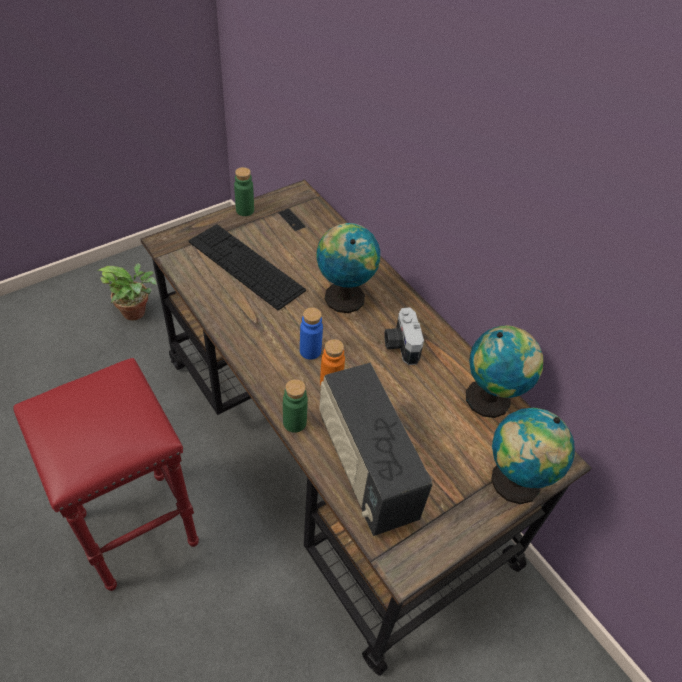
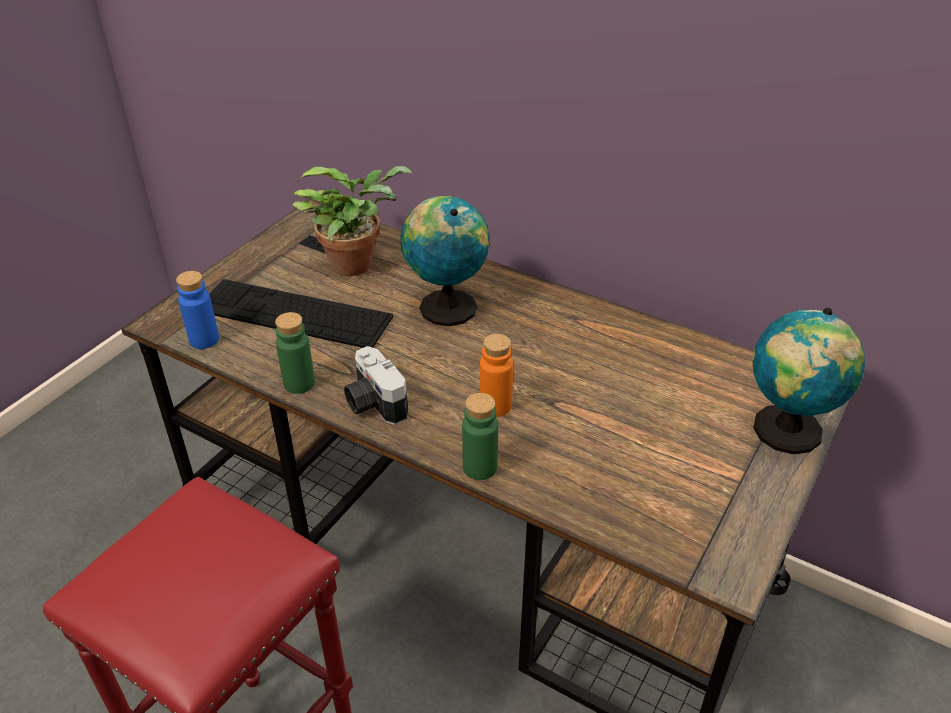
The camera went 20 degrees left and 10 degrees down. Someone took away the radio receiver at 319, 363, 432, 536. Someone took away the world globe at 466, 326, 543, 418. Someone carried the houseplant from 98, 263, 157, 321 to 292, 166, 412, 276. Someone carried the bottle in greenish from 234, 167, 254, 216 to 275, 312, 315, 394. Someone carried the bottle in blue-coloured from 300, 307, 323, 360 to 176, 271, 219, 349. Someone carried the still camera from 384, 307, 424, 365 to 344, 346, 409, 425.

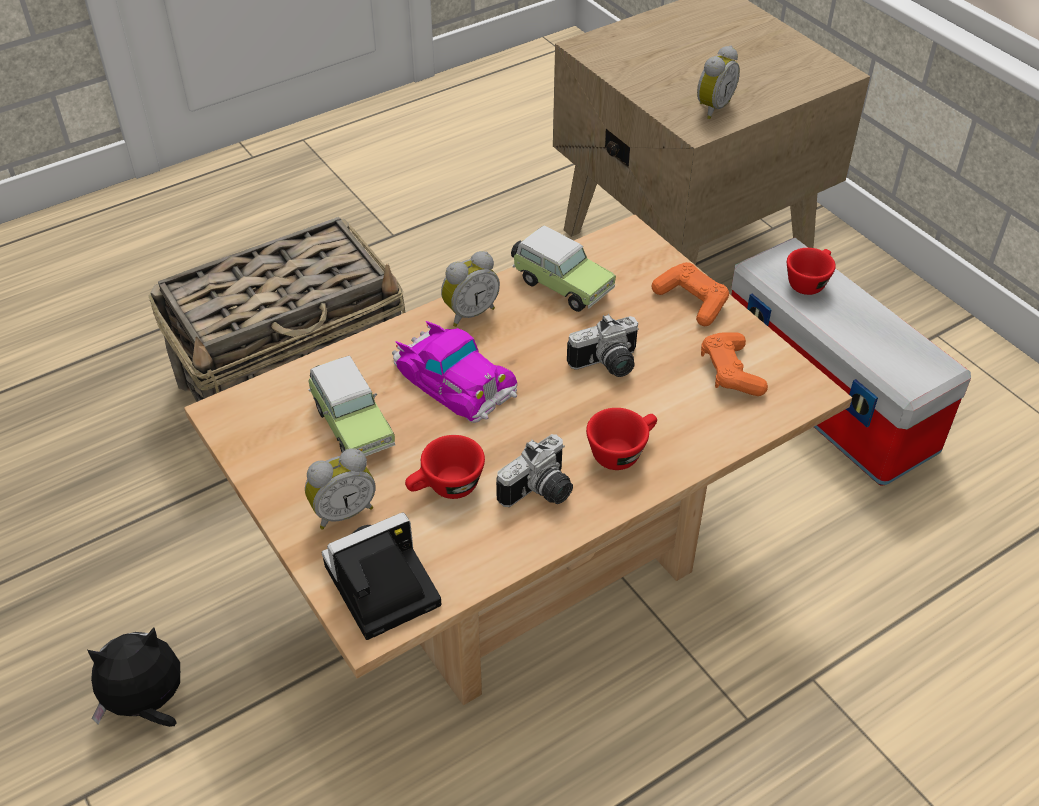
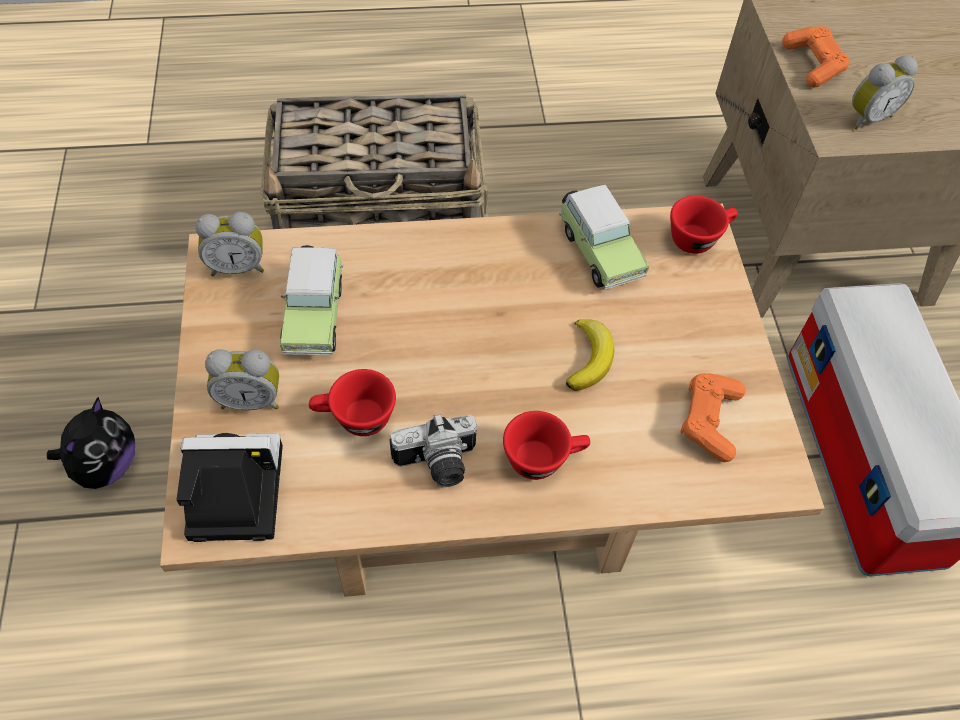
The camera went 25 degrees right and 10 degrees up. Someone took away the miniature car at 392, 321, 517, 423. Someone carried the table clock from 441, 251, 500, 327 to 195, 212, 264, 276. Someone carried the joypad in orangey from 651, 262, 729, 326 to 782, 26, 850, 88. Someone carried the drinking cup in reddish from 787, 248, 836, 295 to 670, 195, 738, 254. Someone swapped the still camera at 567, 314, 639, 377 for the banana at 566, 319, 614, 391. Someone rotated the cuddly toy at 87, 627, 180, 727 by 105 degrees clockwise.

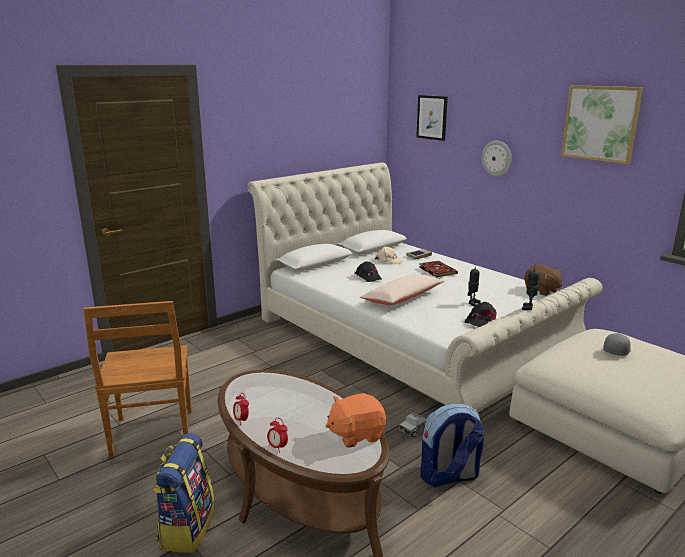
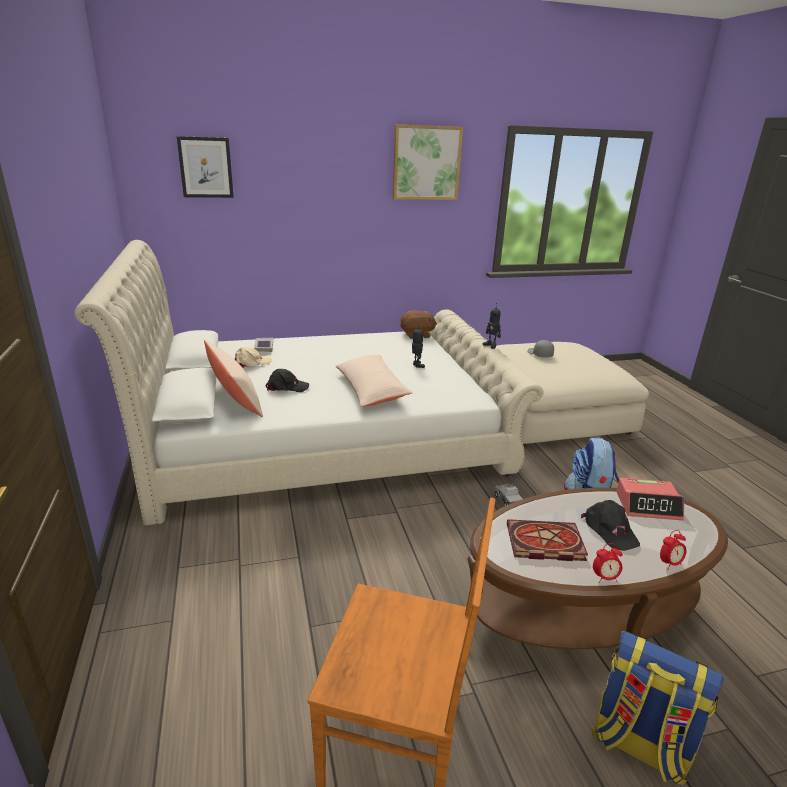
The camera went 65 degrees left and 5 degrees up. Someone took away the wall clock at 482, 141, 512, 177. Someone put down the throw pillow in sand-coloured at 204, 340, 263, 417. Someone carried the volume from 419, 261, 458, 277 to 507, 519, 588, 561. Someone carried the cap in black from 464, 302, 496, 327 to 581, 500, 640, 551. Someone swapped the cuddly toy in orangey at 326, 393, 386, 448 for the table clock at 616, 478, 684, 520.

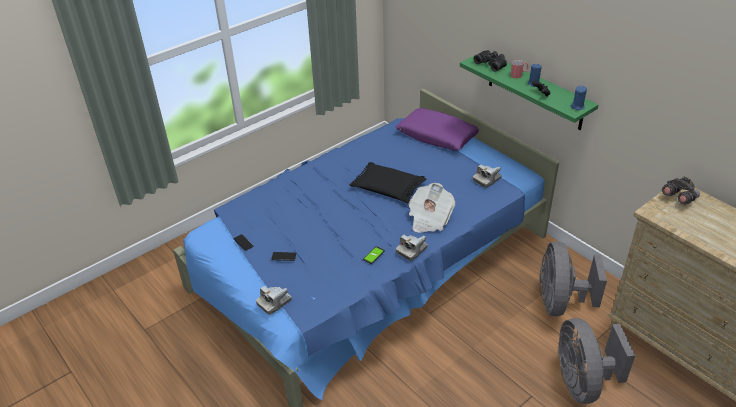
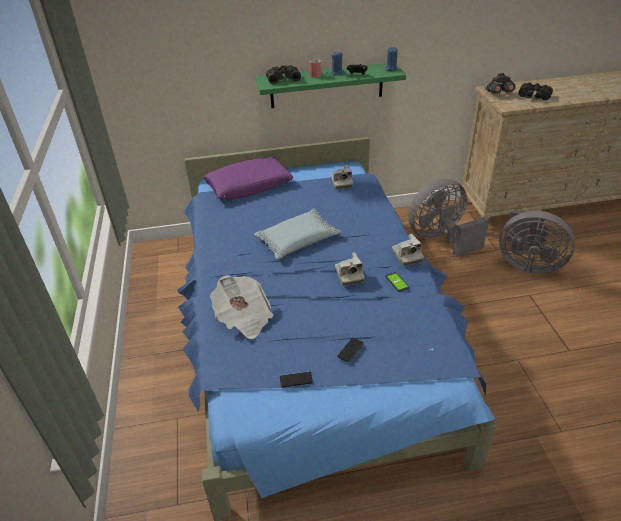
The camera went 60 degrees left and 0 degrees up. Someone put down the pair of binoculars in black at 518, 83, 553, 100. Someone carried the still camera from 256, 286, 292, 315 to 335, 252, 365, 286. Someone carried the newspaper from 409, 183, 455, 233 to 210, 275, 273, 339. Someone repainted the throw pillow in black at 349, 162, 426, 203, which became the throw pillow in blue-coloured at 254, 208, 341, 259. Someone rotated the electric fan in grey at 539, 242, 607, 316 by 120 degrees clockwise.

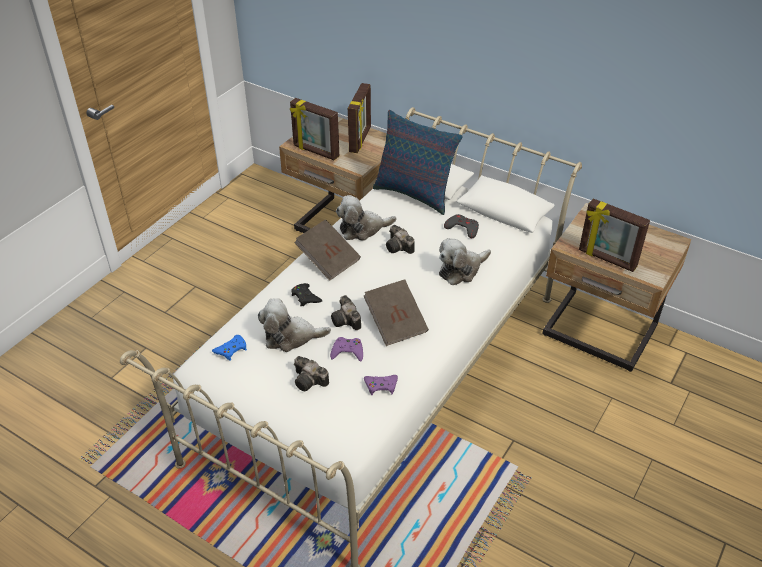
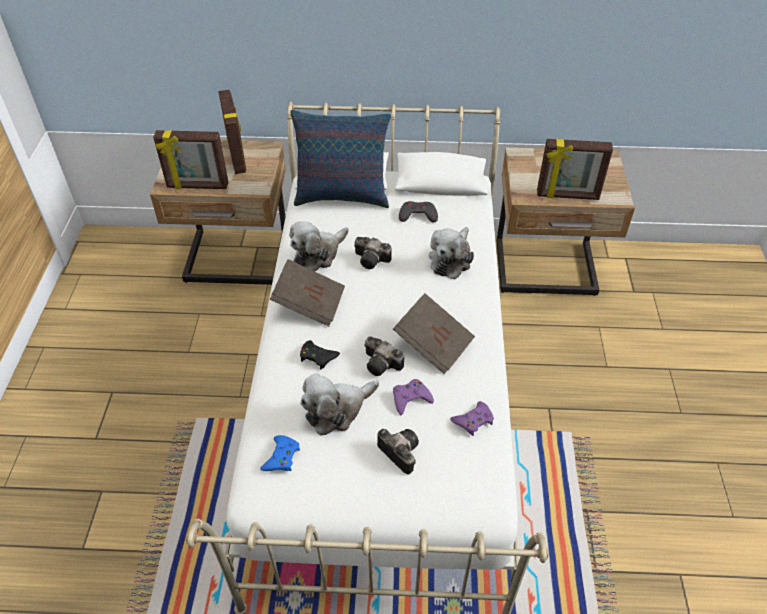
The camera went 30 degrees left and 5 degrees up. Someone rotated the still camera at 294, 356, 329, 391 by 135 degrees counterclockwise.

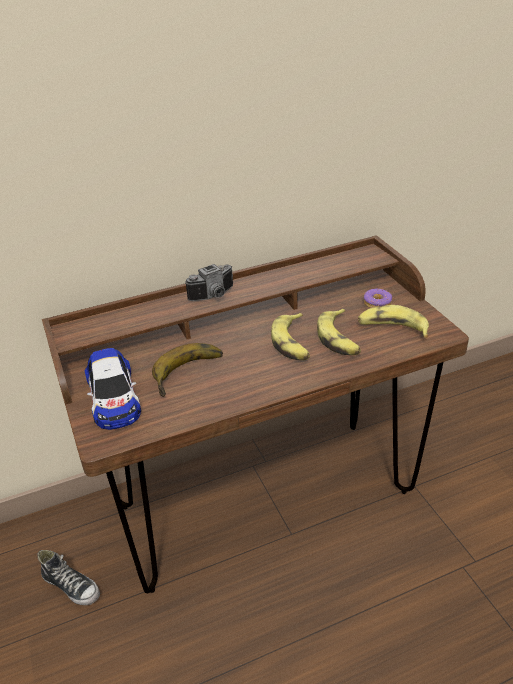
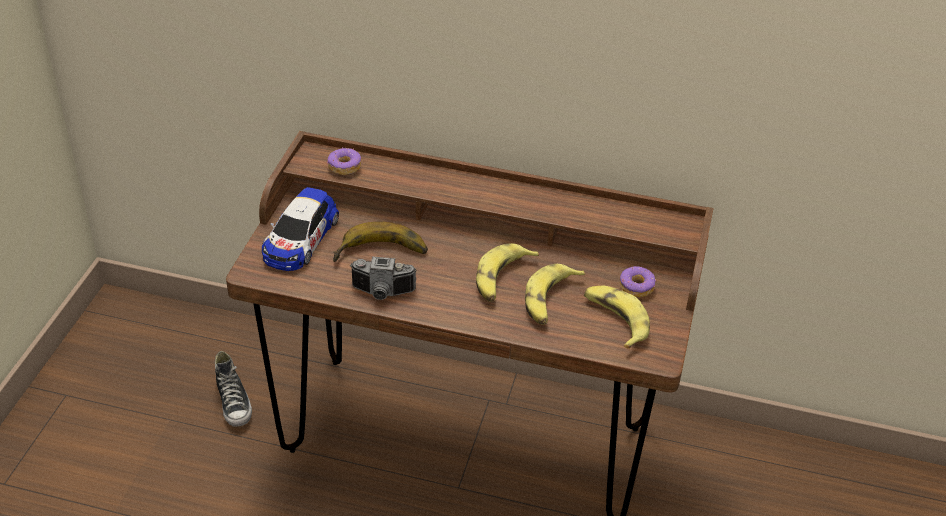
The camera went 35 degrees right and 5 degrees up. Someone put down the doughnut at 327, 147, 361, 175. Someone carried the still camera from 185, 264, 233, 301 to 350, 257, 417, 300.

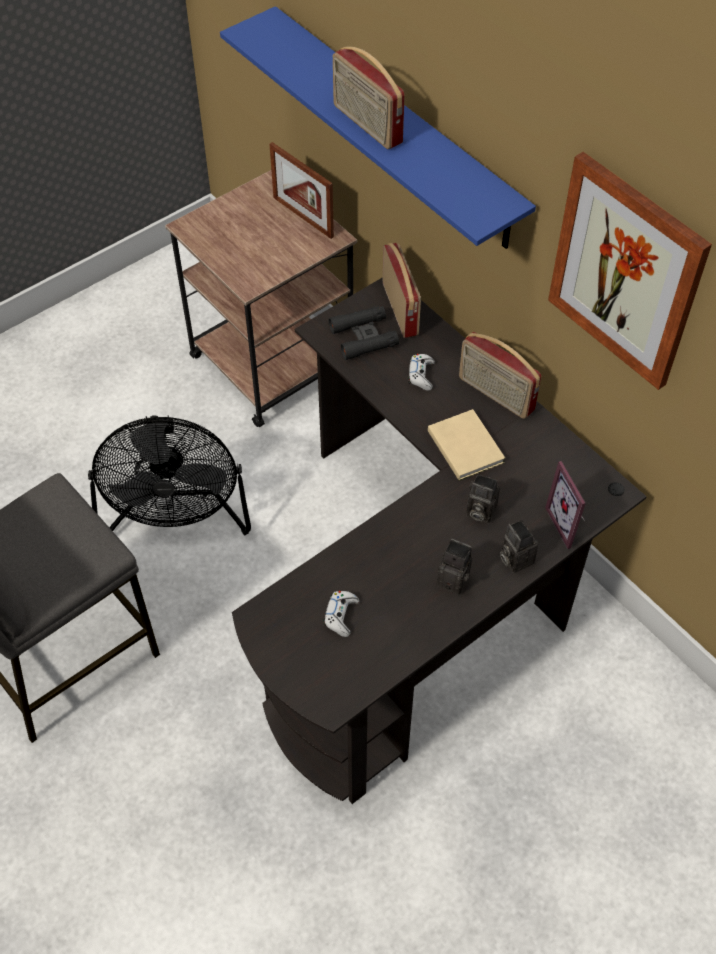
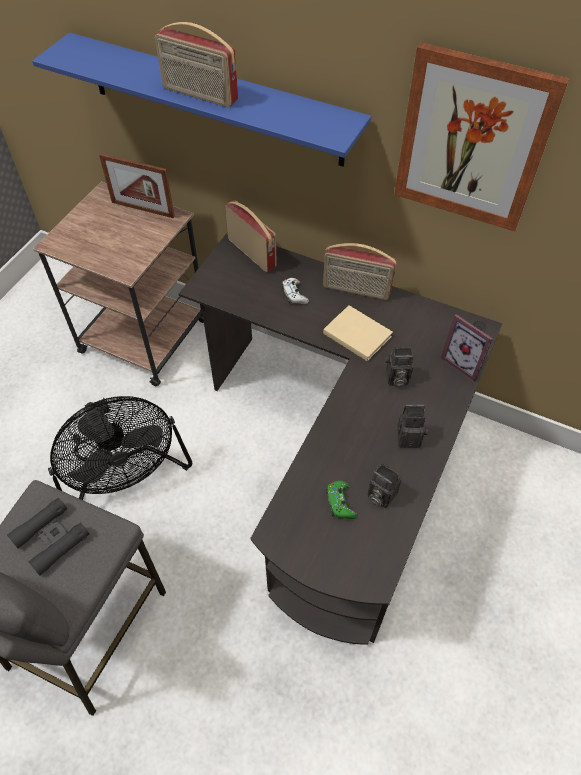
The camera went 25 degrees left and 0 degrees up. Someone carried the pair of binoculars in black from 329, 305, 399, 360 to 7, 497, 90, 576. Someone carried the still camera from 500, 520, 538, 573 to 368, 463, 402, 509. Someone repainted the joypad in whitish at 323, 591, 359, 637, which became the joypad in greenish at 326, 481, 357, 519.

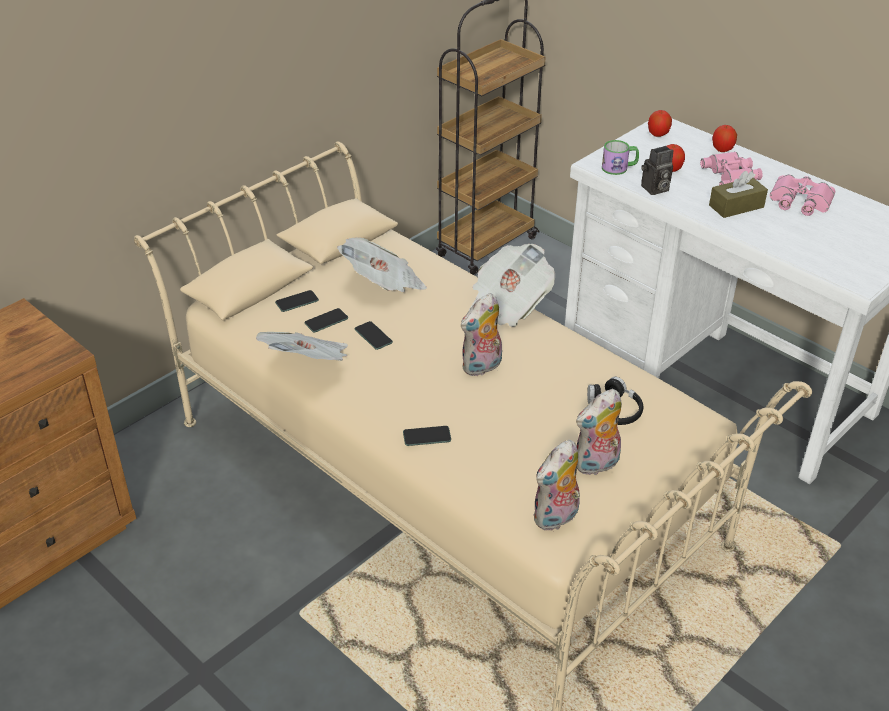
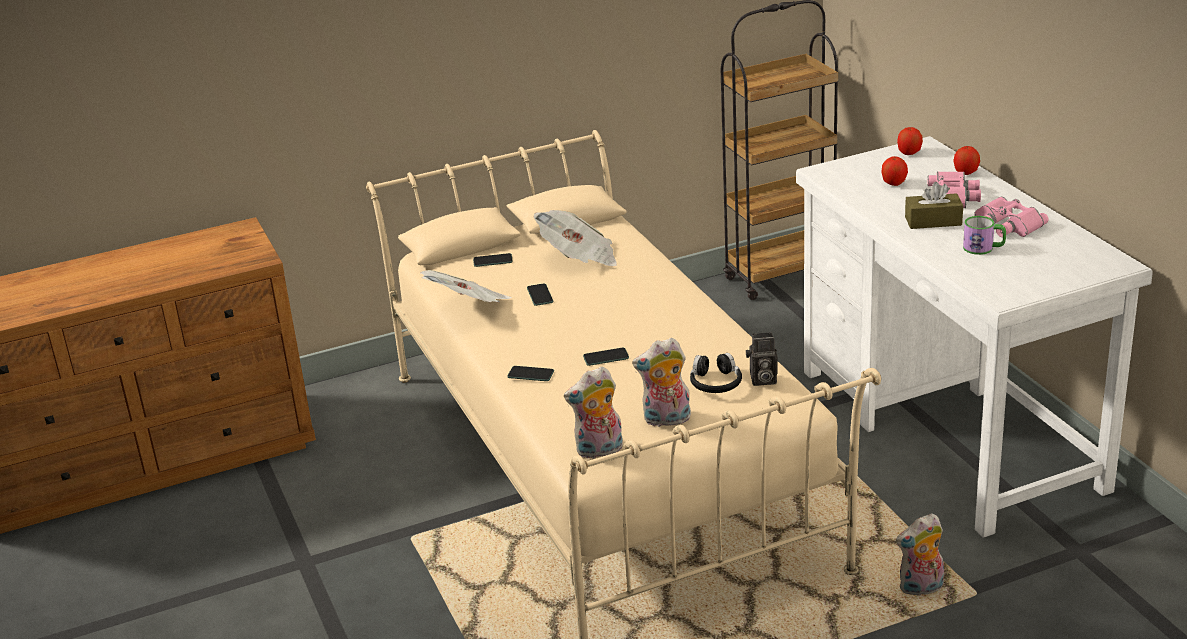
The camera went 25 degrees right and 10 degrees down. Someone took away the newspaper at 468, 244, 555, 327. Someone carried the telephone from 304, 308, 348, 332 to 583, 348, 629, 366. Someone carried the cuddly toy from 461, 293, 502, 376 to 896, 513, 944, 596. Someone carried the tea mug from 602, 140, 639, 175 to 963, 216, 1006, 255. Someone carried the still camera from 641, 146, 673, 195 to 746, 332, 778, 386.

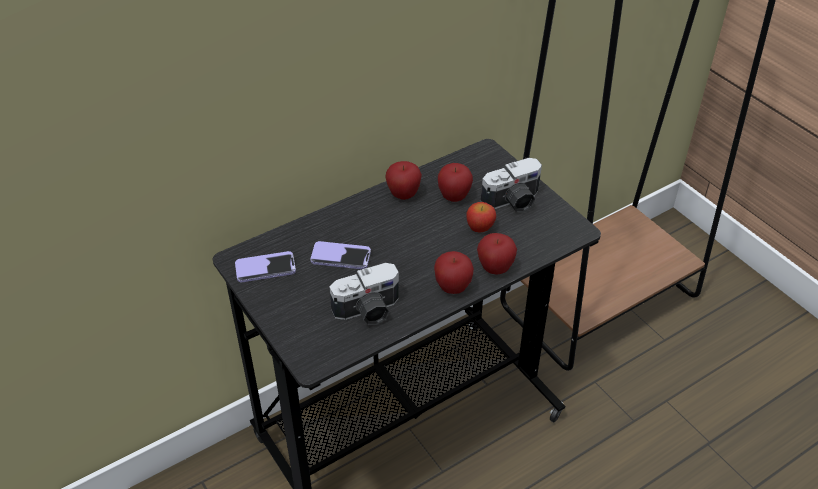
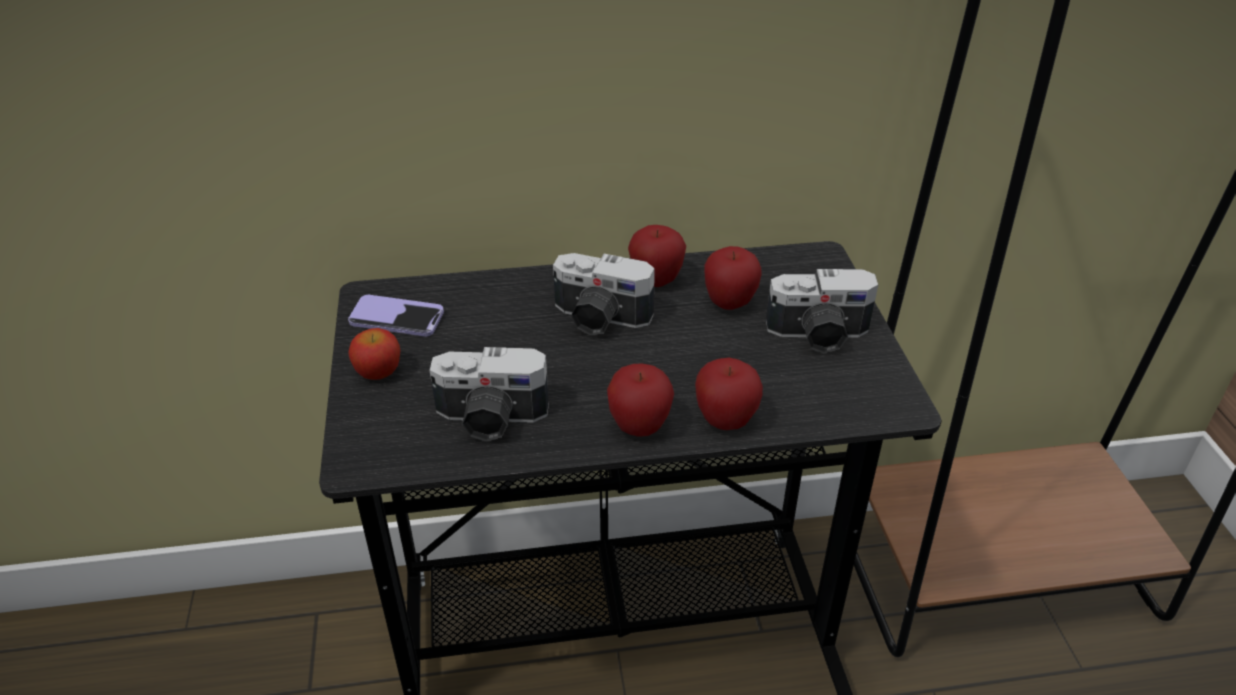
The camera went 25 degrees right and 5 degrees down. Someone took away the telephone at 310, 241, 371, 269. Someone put down the still camera at 553, 253, 655, 335. Someone carried the apple from 466, 202, 496, 233 to 348, 328, 400, 380.

